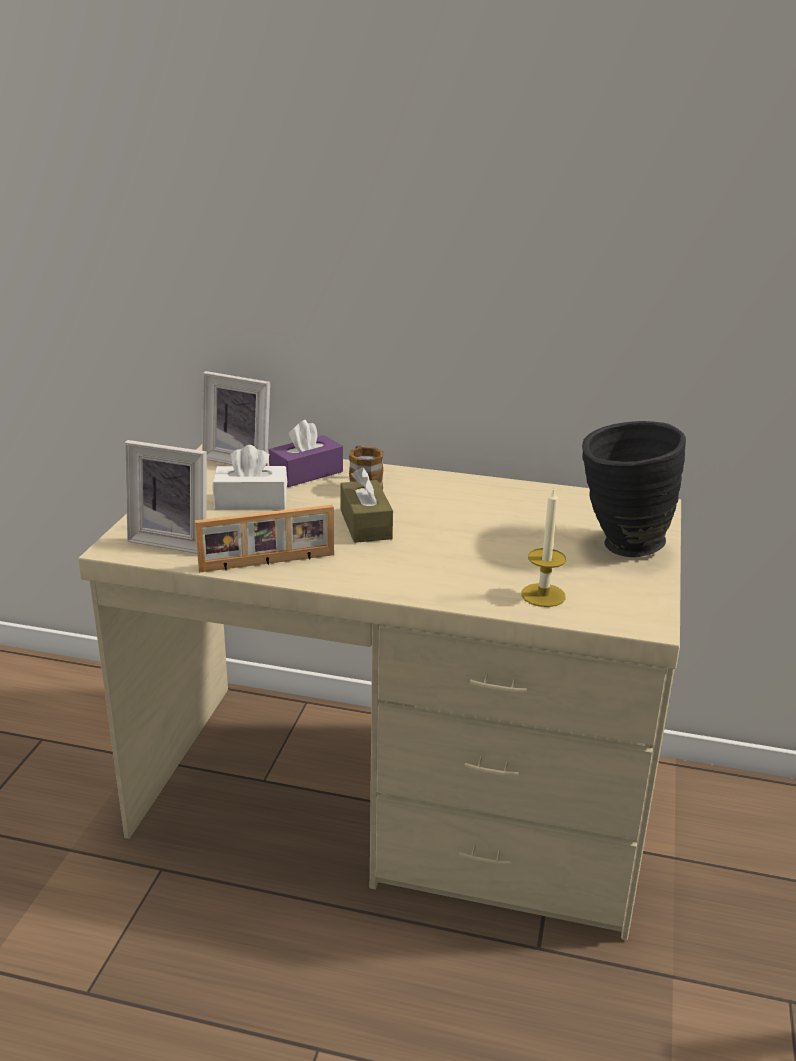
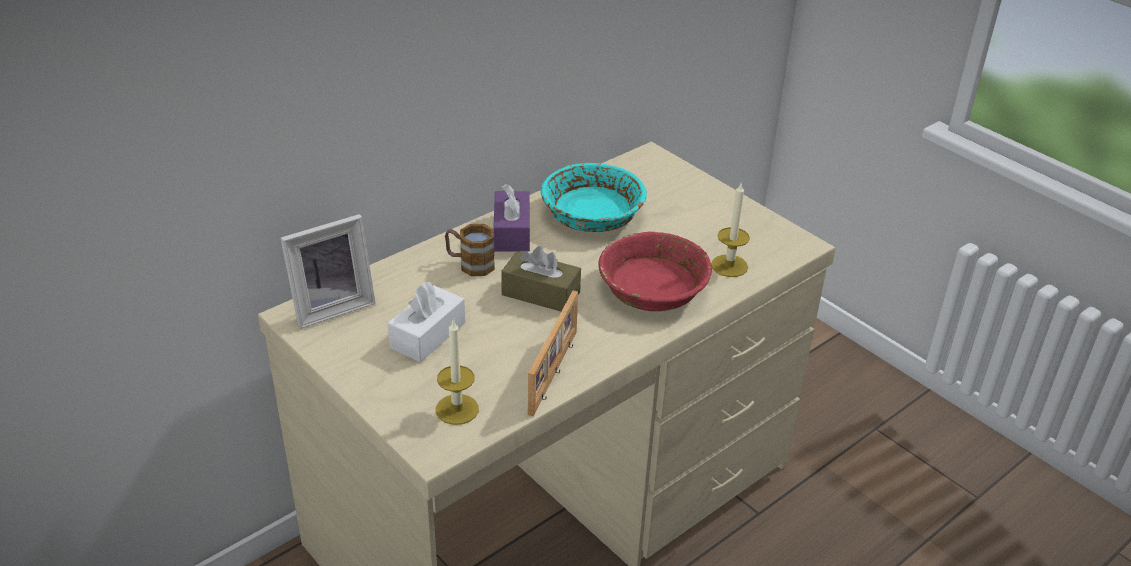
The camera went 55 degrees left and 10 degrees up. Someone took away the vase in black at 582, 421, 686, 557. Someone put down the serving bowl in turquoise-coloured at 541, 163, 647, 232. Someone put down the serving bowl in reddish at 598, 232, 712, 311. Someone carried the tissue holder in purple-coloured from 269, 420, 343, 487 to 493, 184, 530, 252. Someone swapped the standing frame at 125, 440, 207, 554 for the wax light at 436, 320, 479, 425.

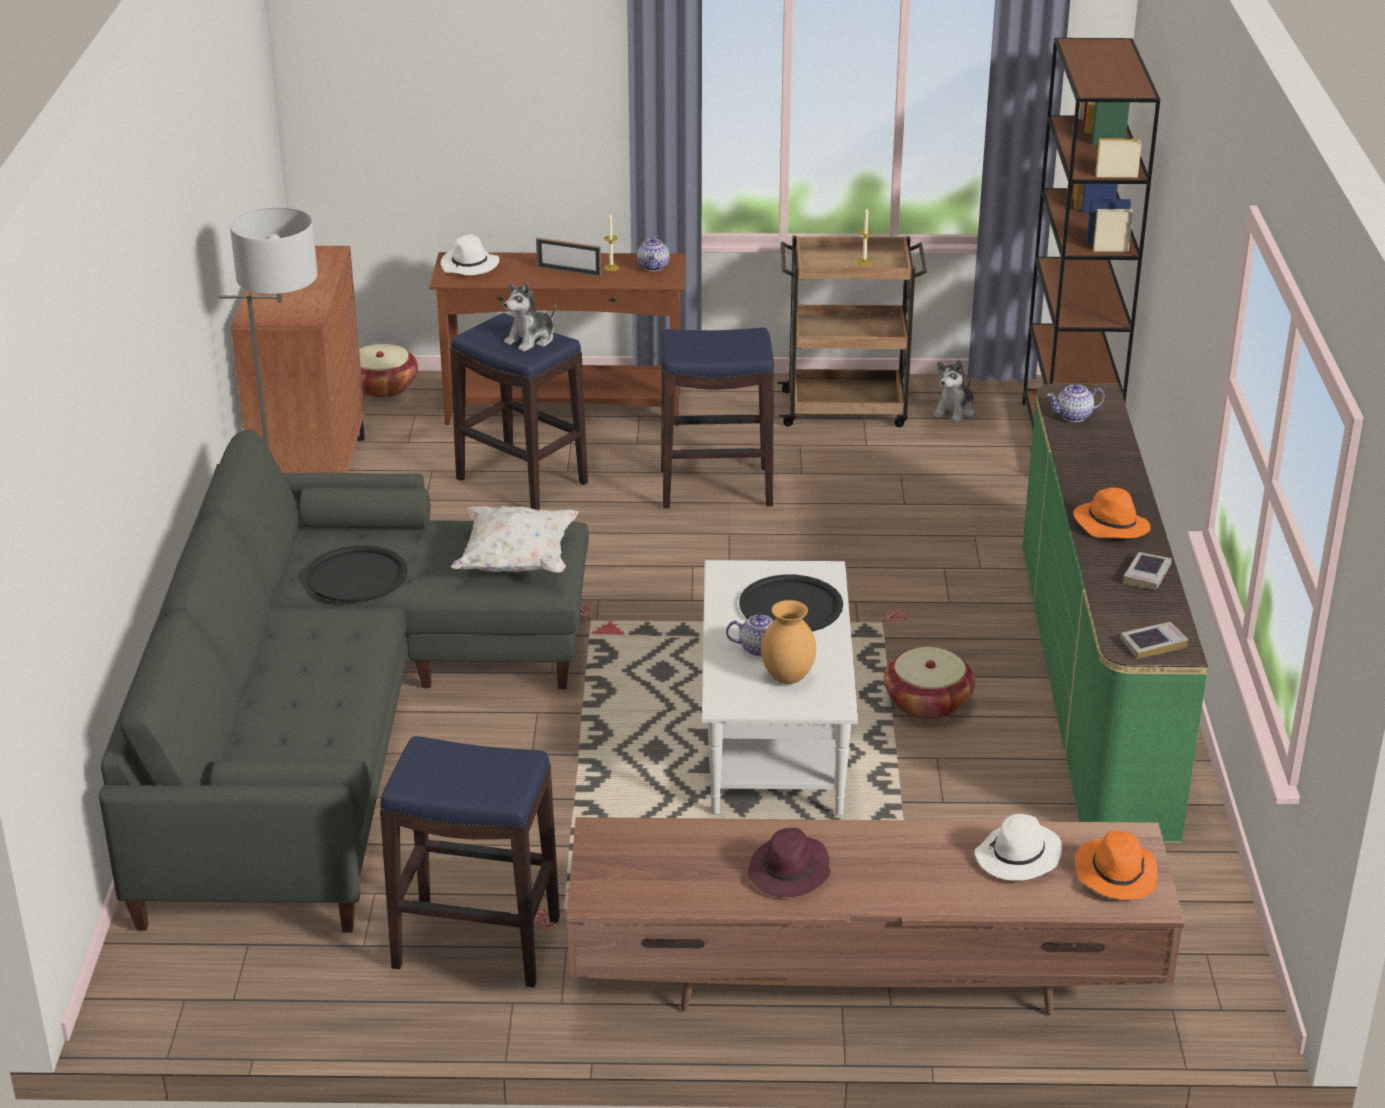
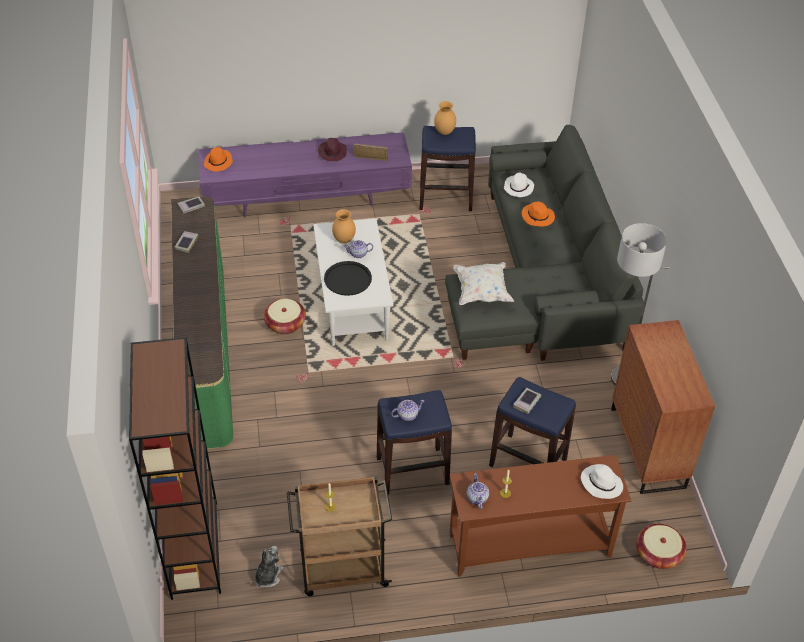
The camera went 170 degrees right and 15 degrees up. Someone took away the serving tray in black at 305, 545, 408, 602. Someone put down the vase in brown-coloured at 434, 101, 456, 135. Someone carried the standing frame from 536, 238, 601, 277 to 353, 143, 388, 161. Someone carried the wearable hat in whitish from 975, 814, 1062, 881 to 504, 173, 534, 197. Someone carried the teapot from 1047, 383, 1105, 422 to 391, 400, 424, 421. Someone carried the wearable hat in orangey from 1073, 488, 1151, 539 to 522, 201, 555, 227. Someone swapped the cuddly toy at 504, 282, 556, 352 for the volume at 513, 388, 541, 414. Someone repainted the tv stand in brown-coloured at 566, 817, 1185, 1015, which became the tv stand in purple-coloured at 198, 132, 412, 217.

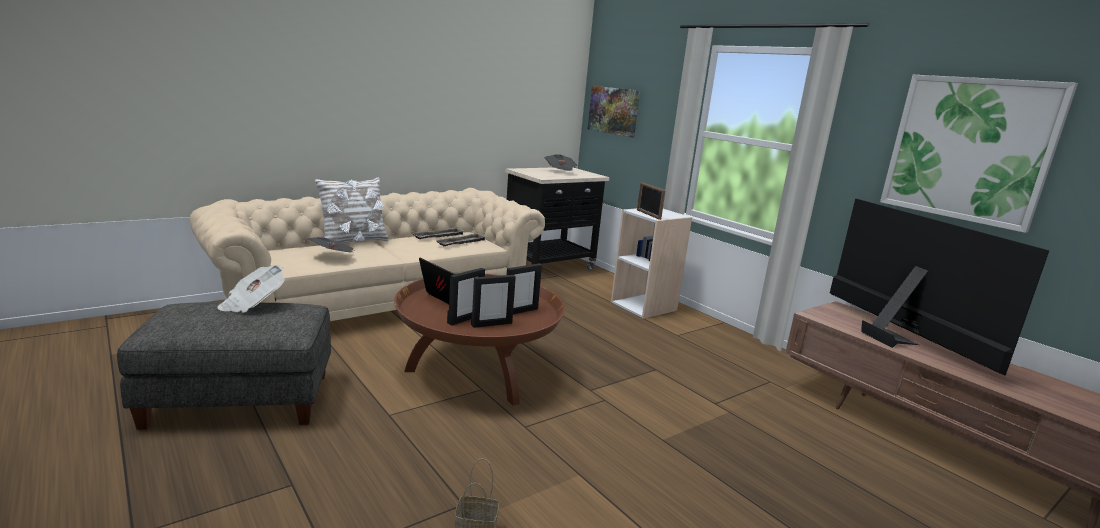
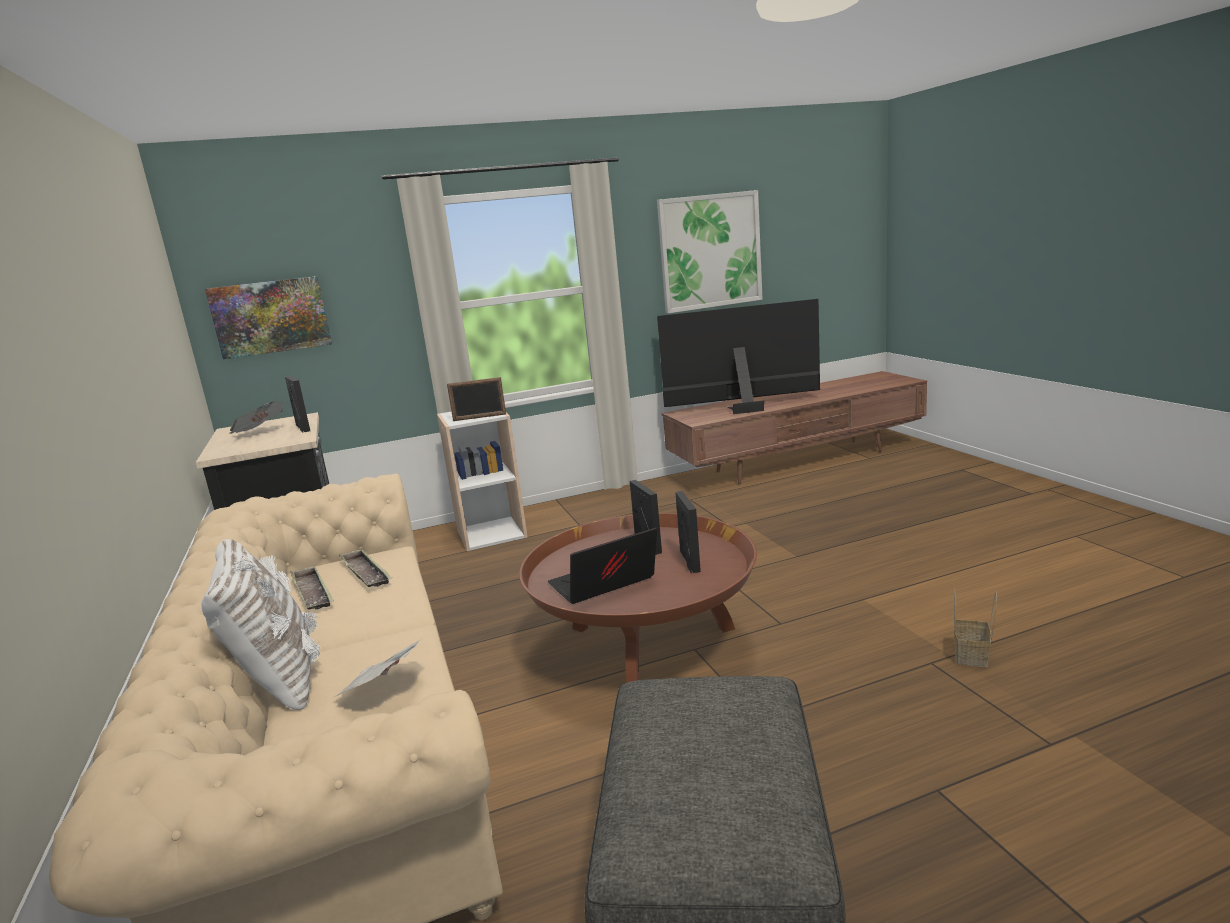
The camera went 70 degrees left and 0 degrees up. Someone took away the newspaper at 218, 265, 285, 313. Someone carried the standing frame from 447, 268, 485, 325 to 285, 376, 310, 433.

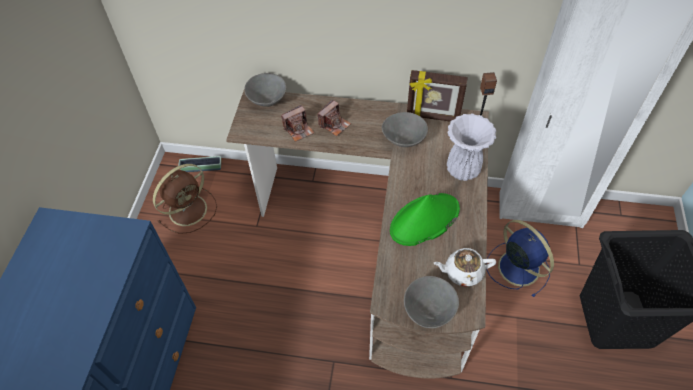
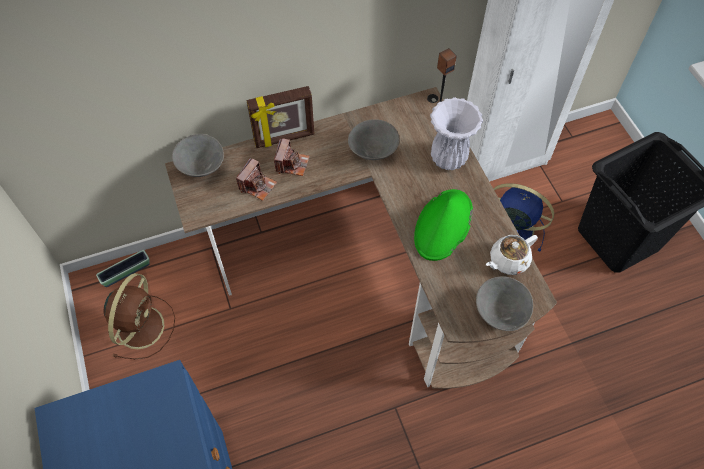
The camera went 30 degrees left and 5 degrees up. Someone carried the standing frame from 407, 70, 468, 122 to 246, 86, 315, 148.

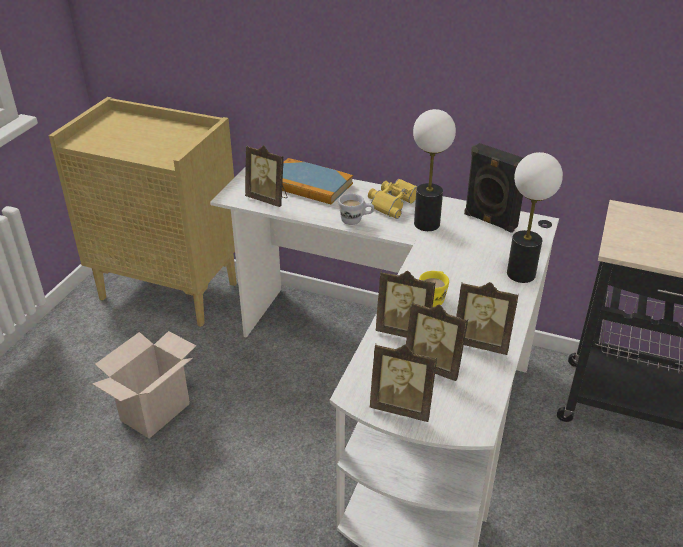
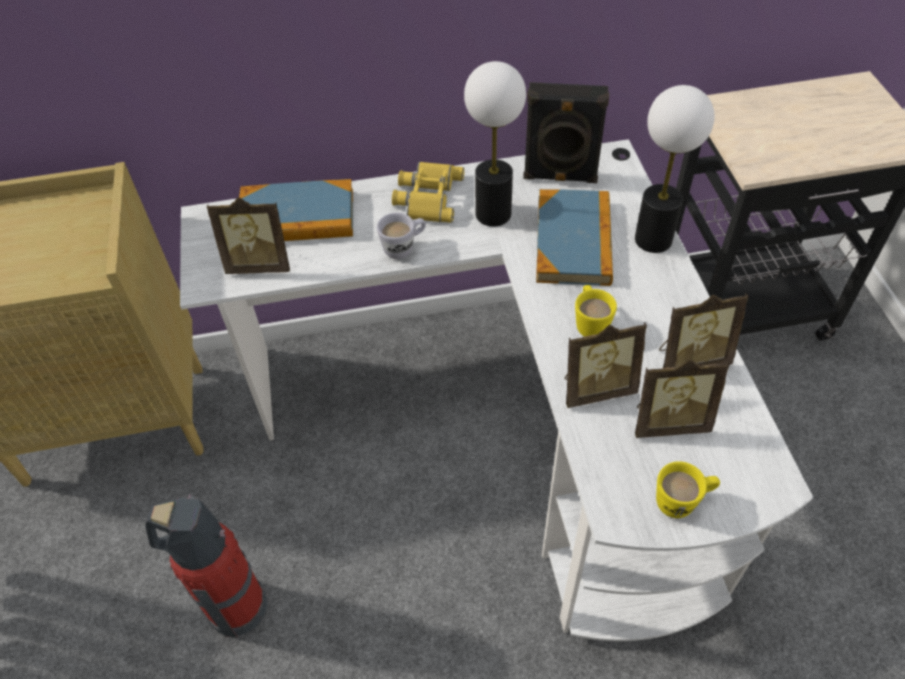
The camera went 30 degrees left and 15 degrees up. Someone put down the volume at 536, 189, 613, 286. Someone swapped the cardboard box at 92, 331, 196, 439 for the fire-fighting cylinder at 145, 494, 268, 637. Someone swapped the standing frame at 370, 344, 437, 422 for the tea mug in yellow at 656, 461, 720, 518.

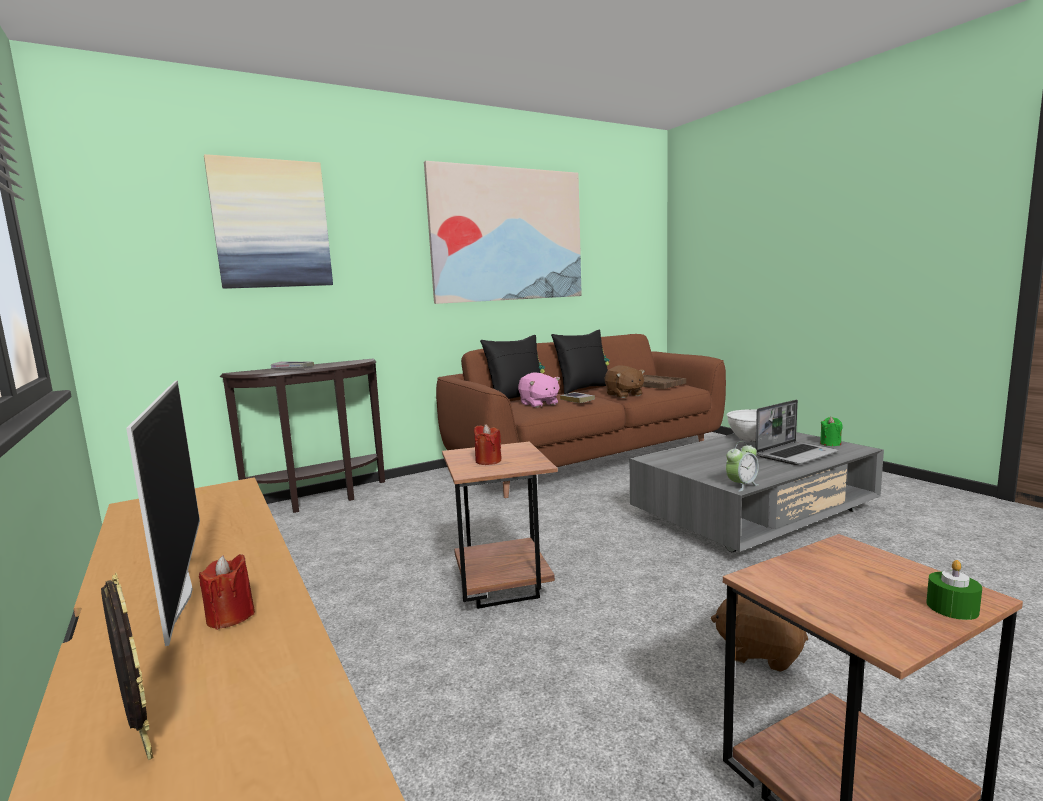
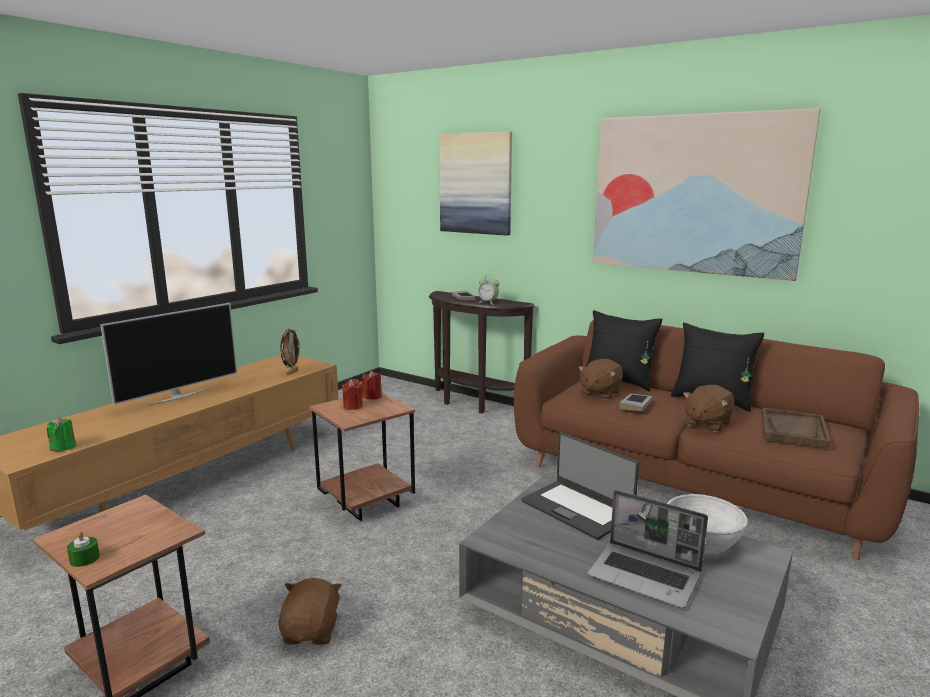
The camera went 65 degrees right and 5 degrees up. Someone put down the laptop at 521, 432, 639, 540. Someone carried the standing frame from 101, 573, 153, 760 to 280, 327, 301, 375. Someone carried the wax light in reddish from 199, 554, 255, 630 to 362, 370, 382, 400. Someone carried the table clock from 726, 441, 759, 492 to 478, 275, 499, 305. Someone carried the wax light in greenish from 820, 417, 843, 446 to 47, 417, 76, 451. Someone repainted the cuddly toy in pinkish at 518, 372, 560, 408, which became the cuddly toy in brown-coloured at 578, 359, 623, 400.

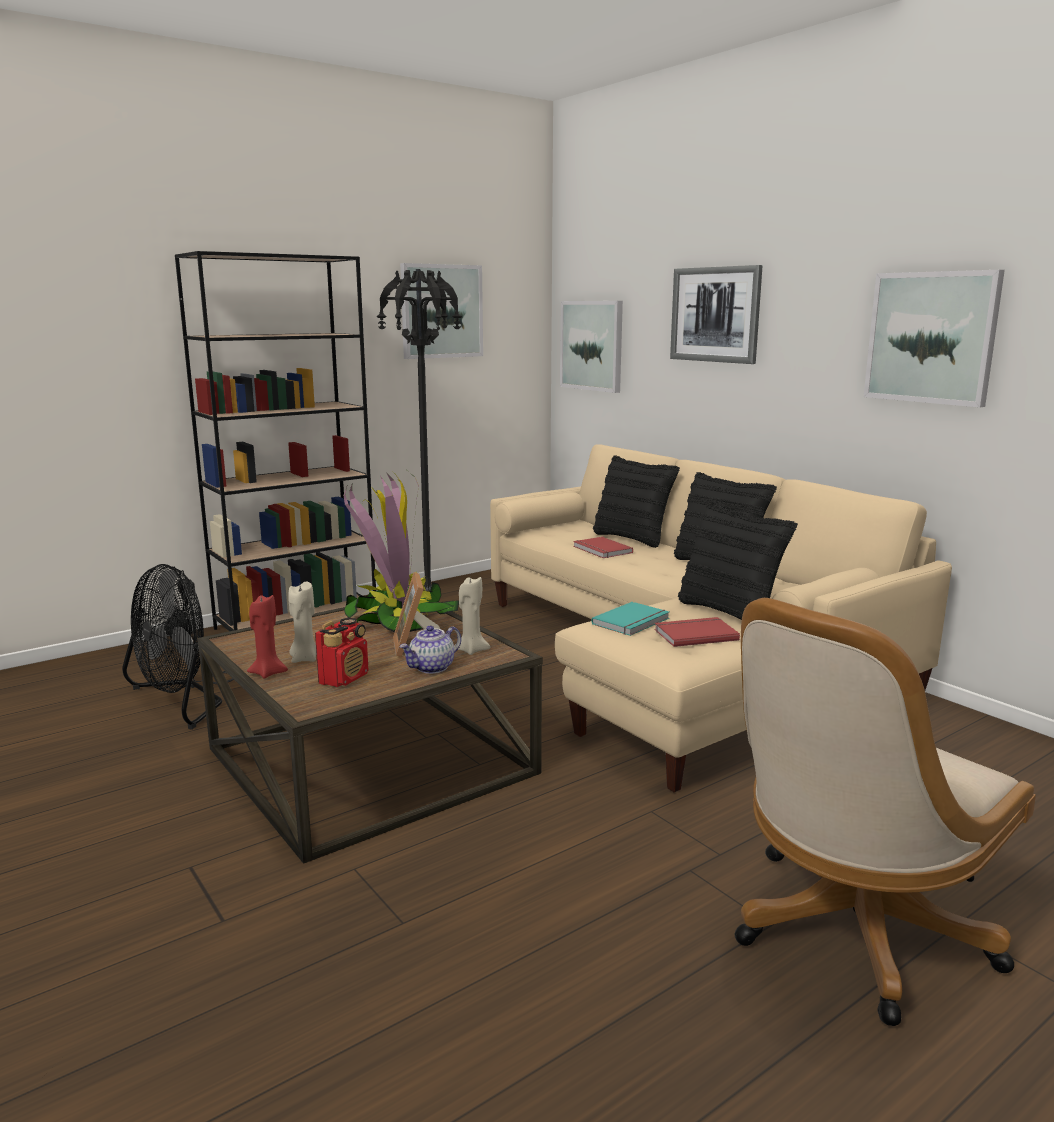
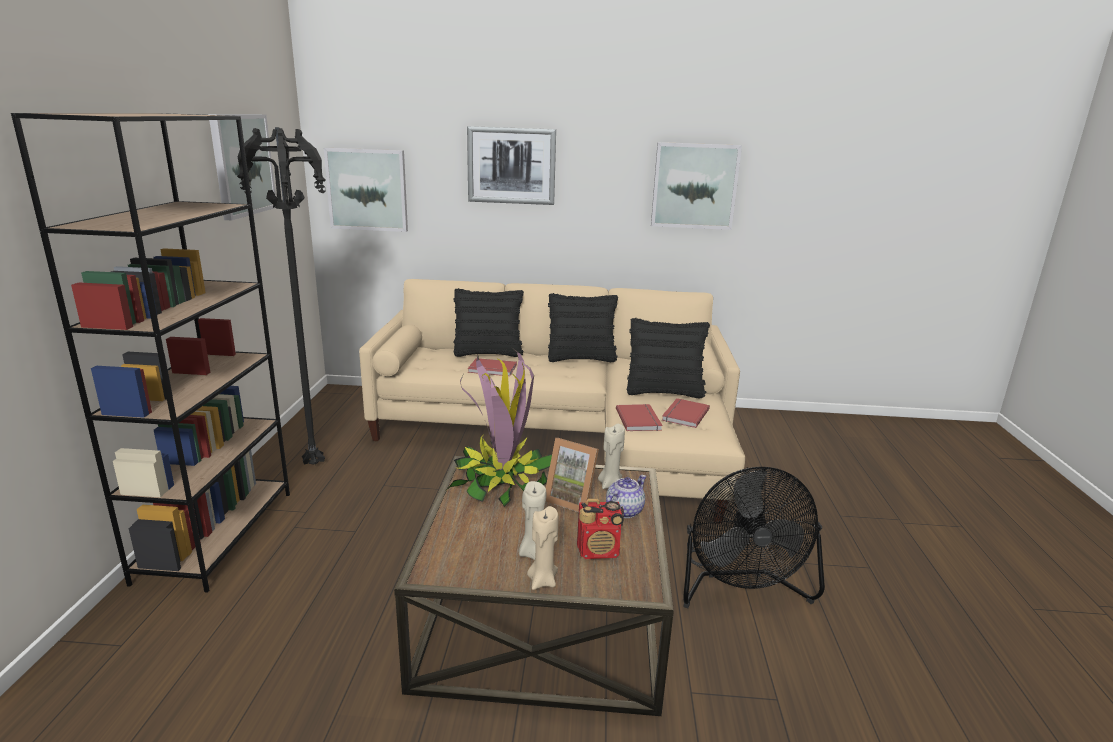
The camera went 50 degrees left and 5 degrees up. Someone took away the office chair at 735, 598, 1036, 1026. Someone carried the electric fan in black from 122, 564, 234, 730 to 683, 467, 825, 608. Someone repainted the wax light in reddish at 247, 595, 288, 679, which became the wax light in sand-coloured at 527, 506, 558, 590. Someone repainted the volume in turquoise-coloured at 592, 602, 669, 636, which became the volume in reddish at 616, 404, 663, 431. Someone rotated the radio receiver at 315, 618, 368, 687 by 105 degrees clockwise. Someone rotated the teapot at 399, 626, 461, 674 by 135 degrees counterclockwise.

